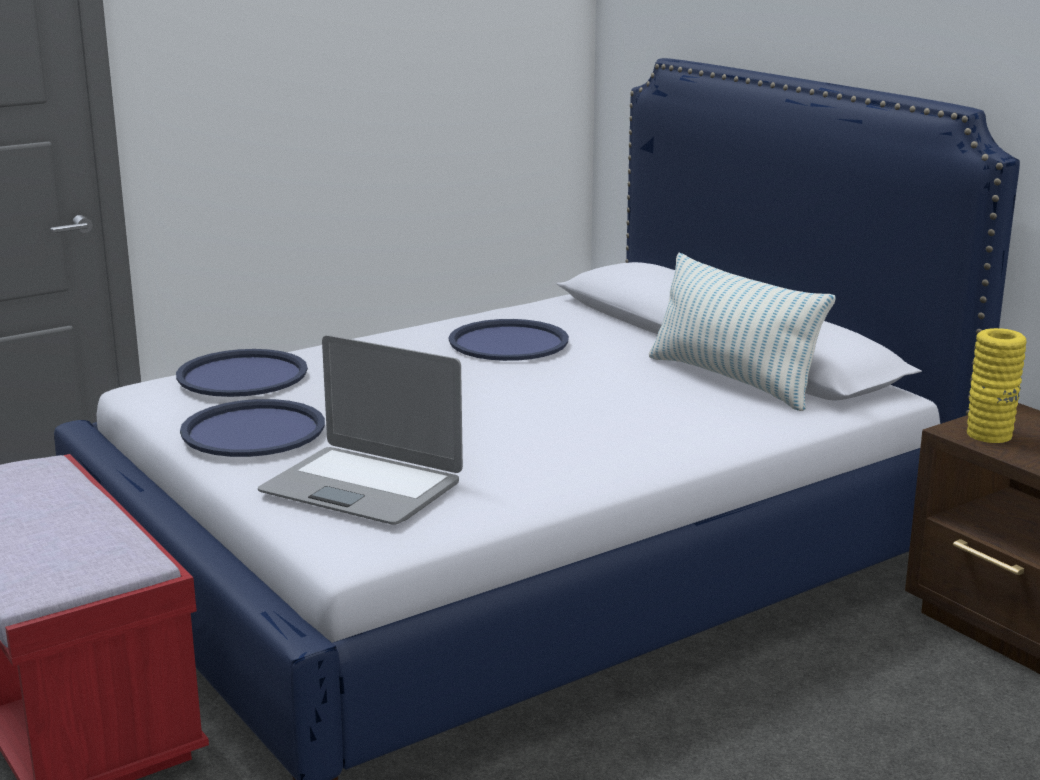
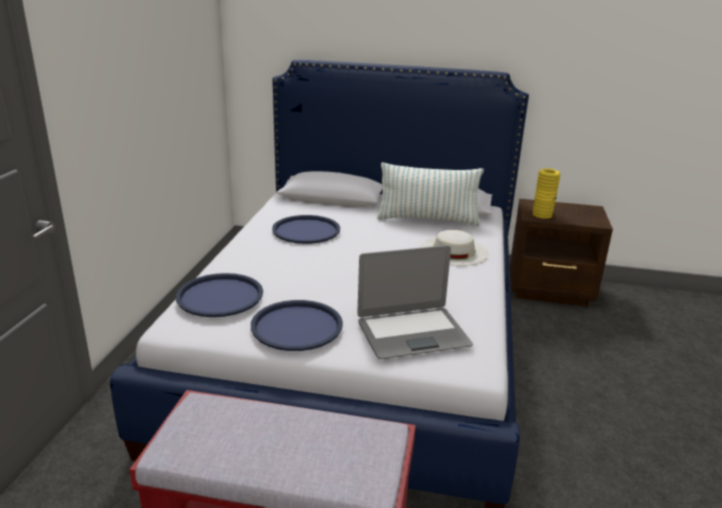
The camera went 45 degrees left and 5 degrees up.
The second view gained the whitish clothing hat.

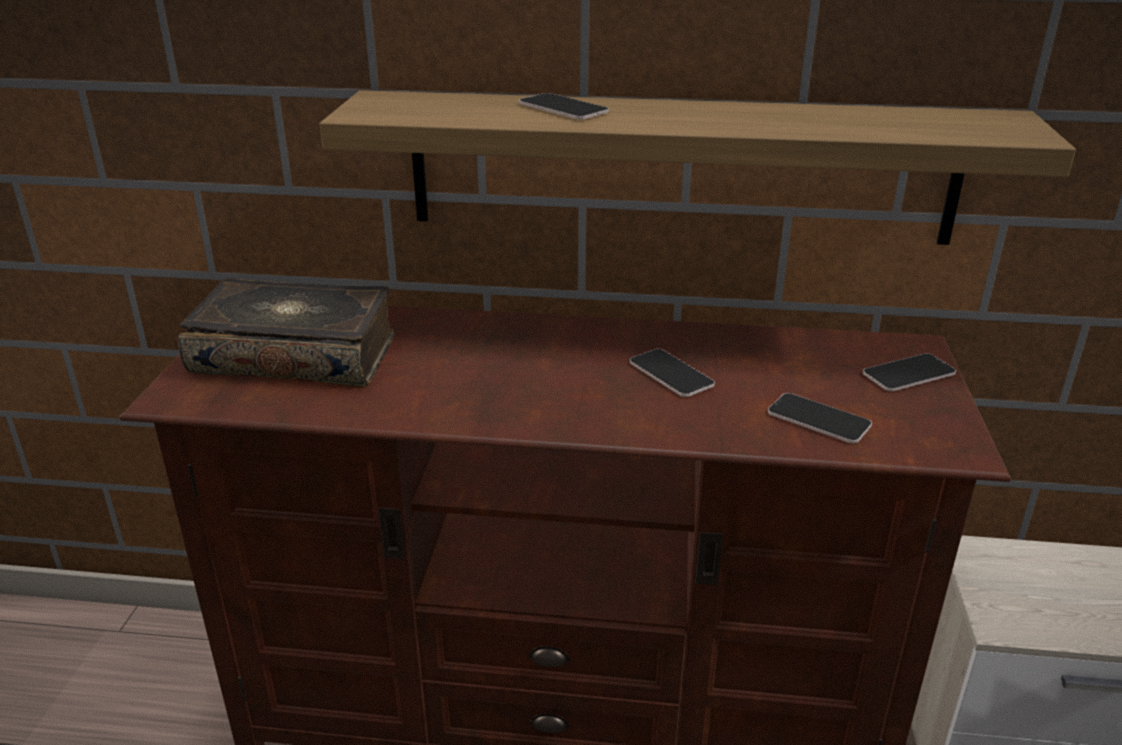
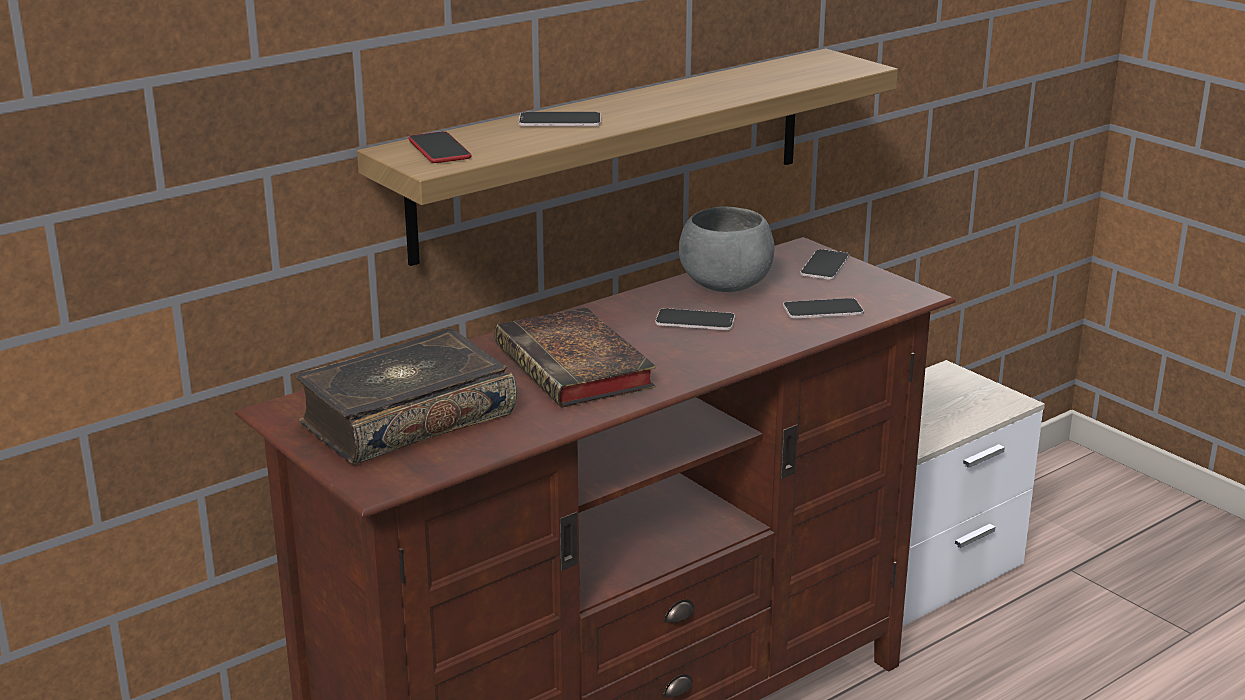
The camera went 45 degrees left and 5 degrees down.
The second view gained the telephone (no. 1 from left).
The second view gained the greyish deep dish.
The second view gained the bound book (no. 2 from left).

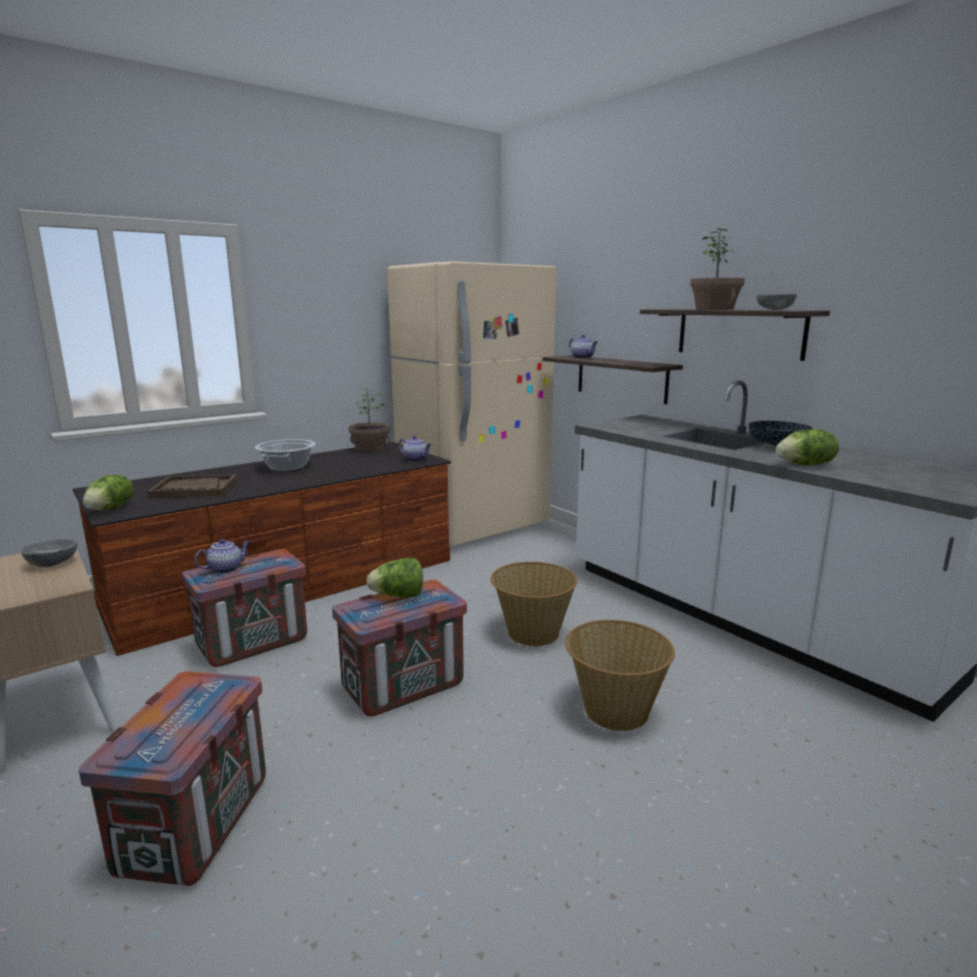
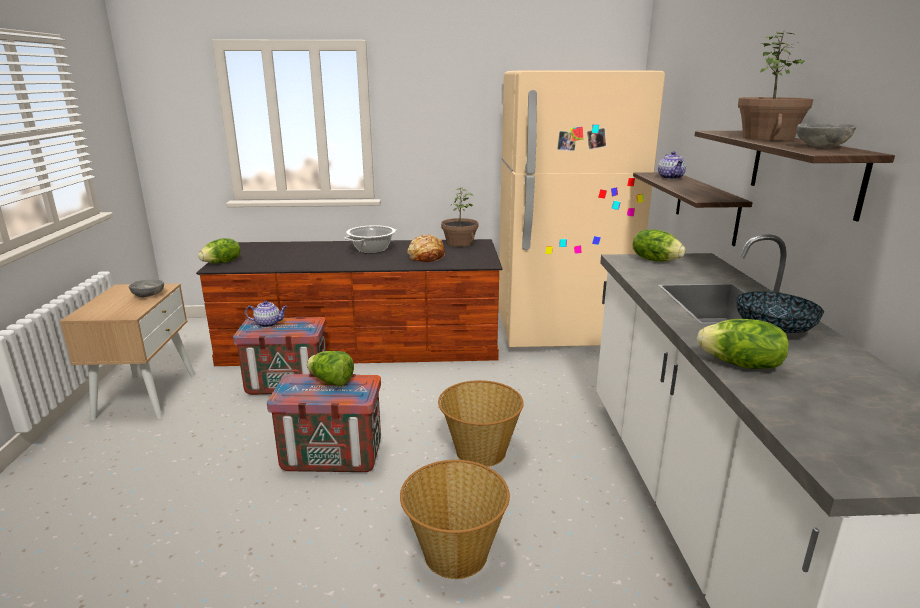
The camera went 35 degrees right and 5 degrees up.
The second view lost the teapot (no. 2 from left).
The second view lost the brown serving tray.
The second view lost the shipping crate (no. 1 from left).
The second view gained the head of lettuce (no. 3 from left).
The second view gained the baked bread.

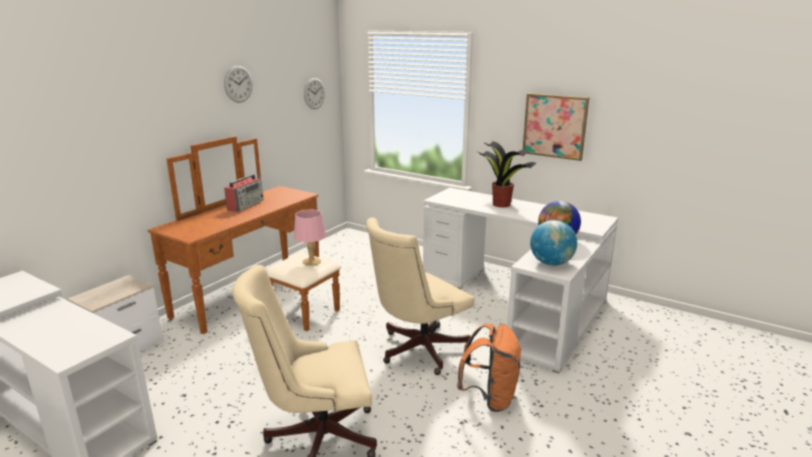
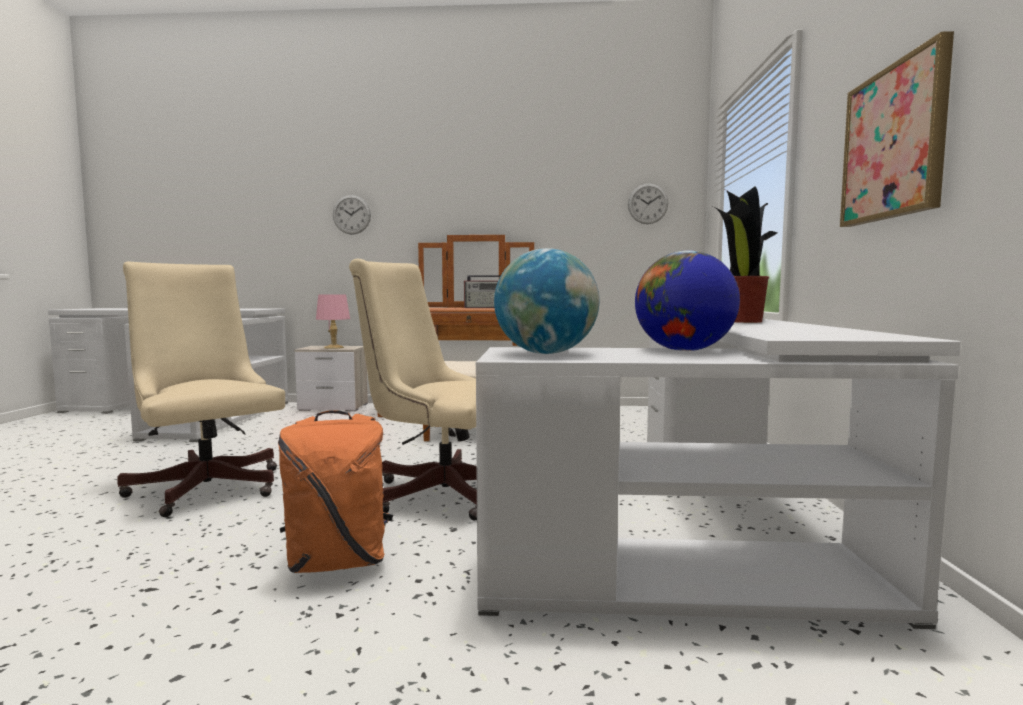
The camera went 60 degrees right and 15 degrees down.
The wall clock (no. 1 from left) ended up elsewhere.
The pink-coloured tabletop lamp ended up elsewhere.

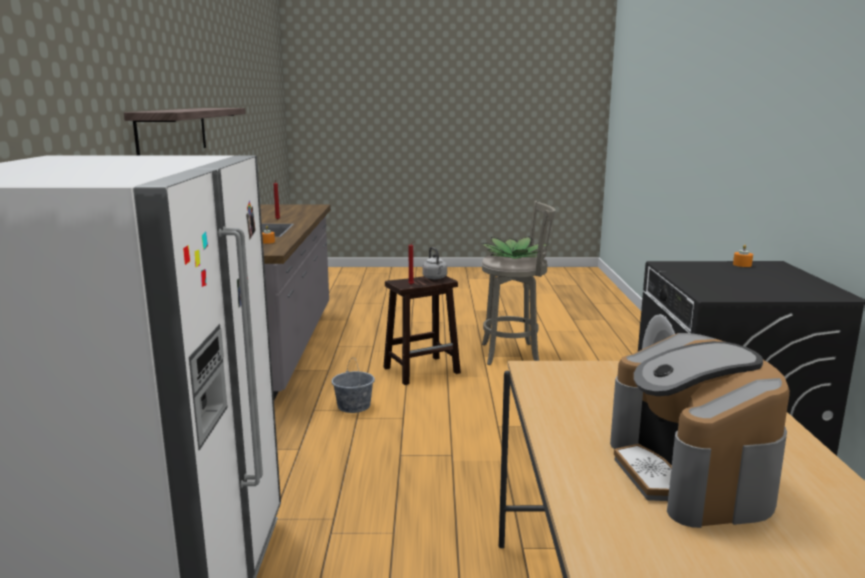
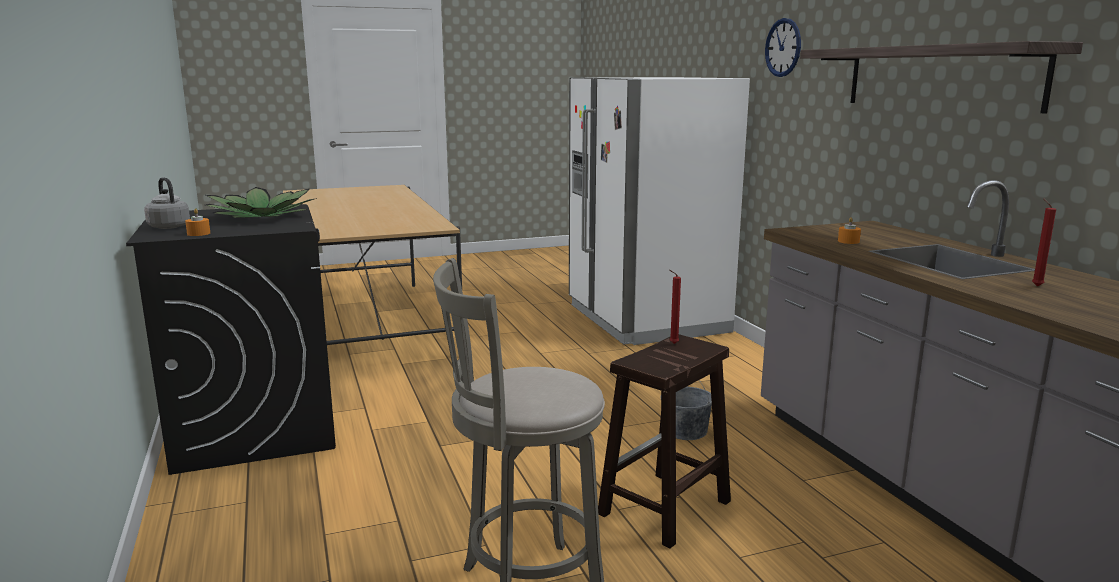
The camera went 160 degrees right and 0 degrees up.
The plant in a pot ended up elsewhere.
The greyish tea kettle ended up elsewhere.
The second view lost the coffee brewer.
The second view gained the wall clock.

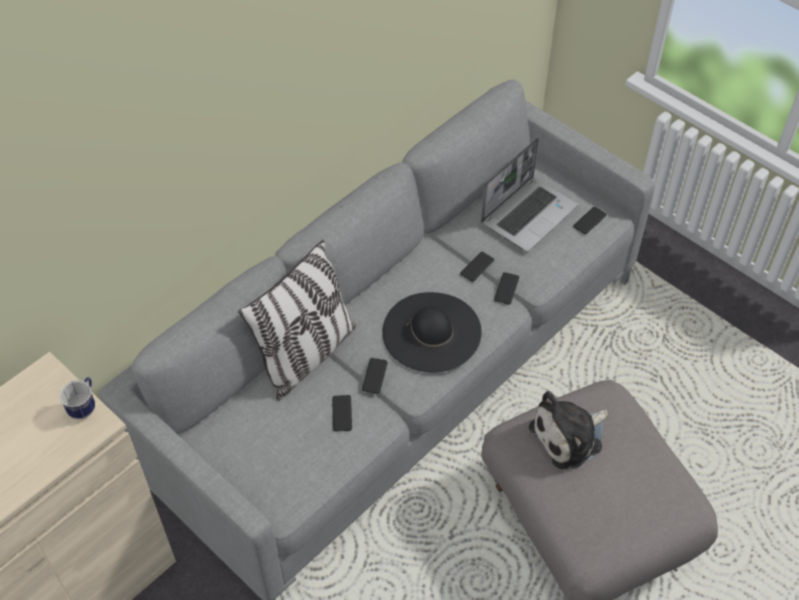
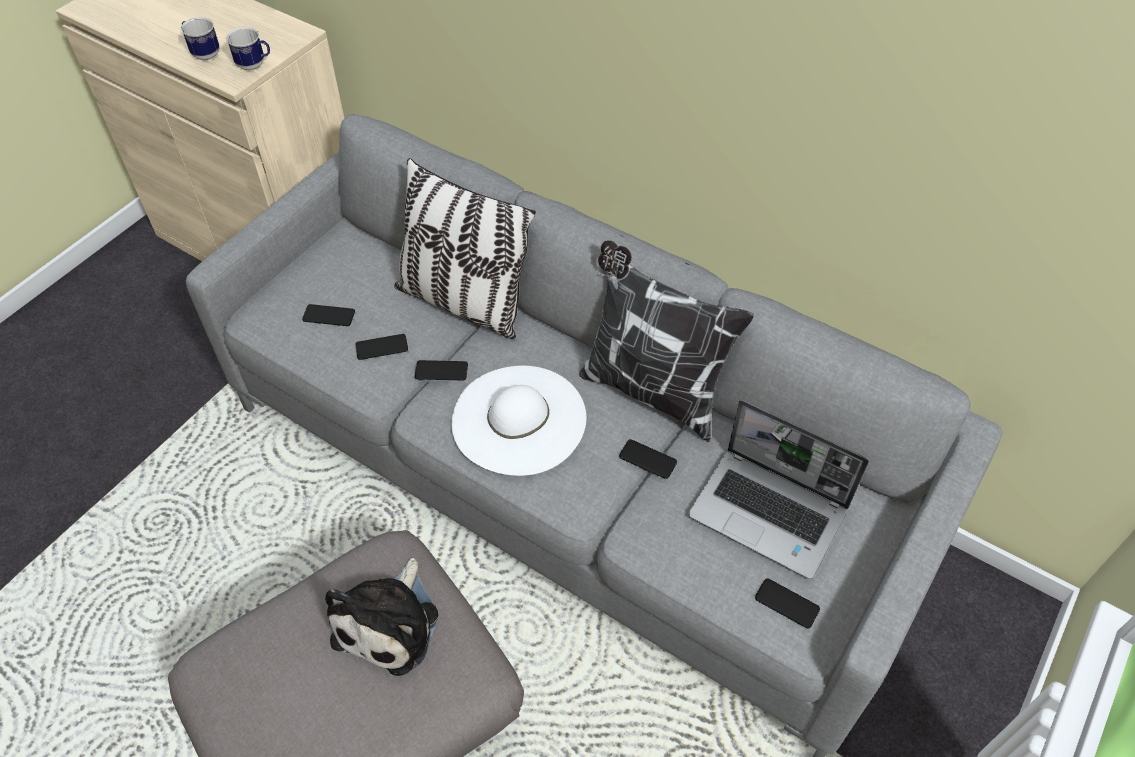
The camera went 80 degrees right and 0 degrees up.
The telephone (no. 4 from left in the first image) ended up elsewhere.
What was the black clothing hat turned into the whitish clothing hat.
The plush toy ended up facing another way, 120 degrees counterclockwise from before.
The second view gained the coffee mug (no. 1 from left).
The second view gained the pillow (no. 2 from left).

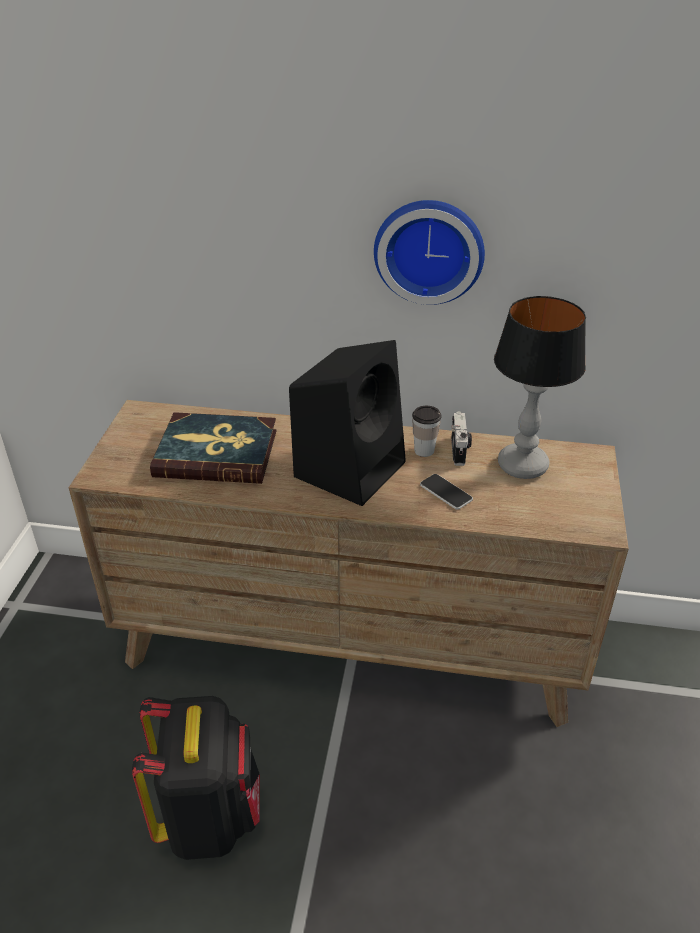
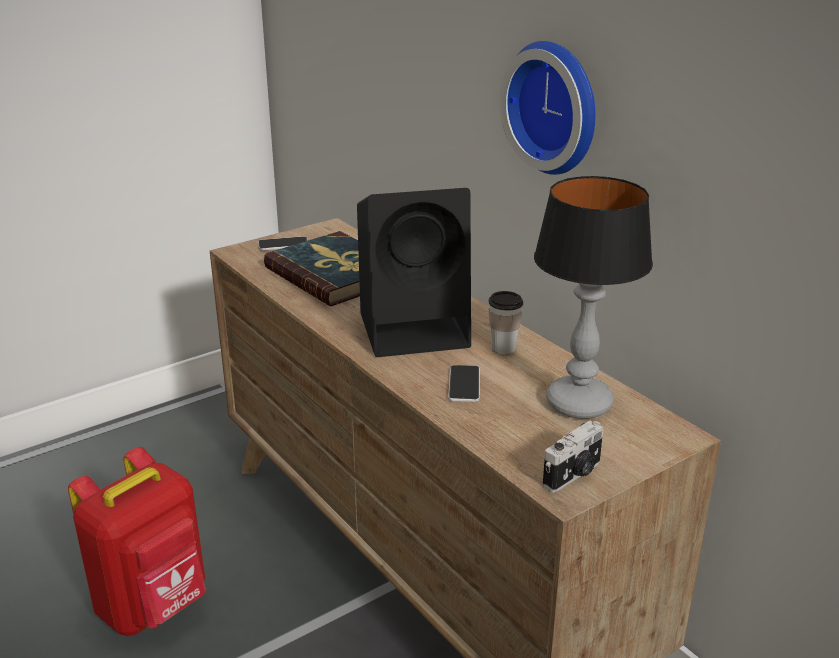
The camera went 45 degrees right and 10 degrees down.
The photo camera ended up elsewhere.
What was the black backpack turned into the red backpack.
The second view gained the telephone (no. 1 from left).

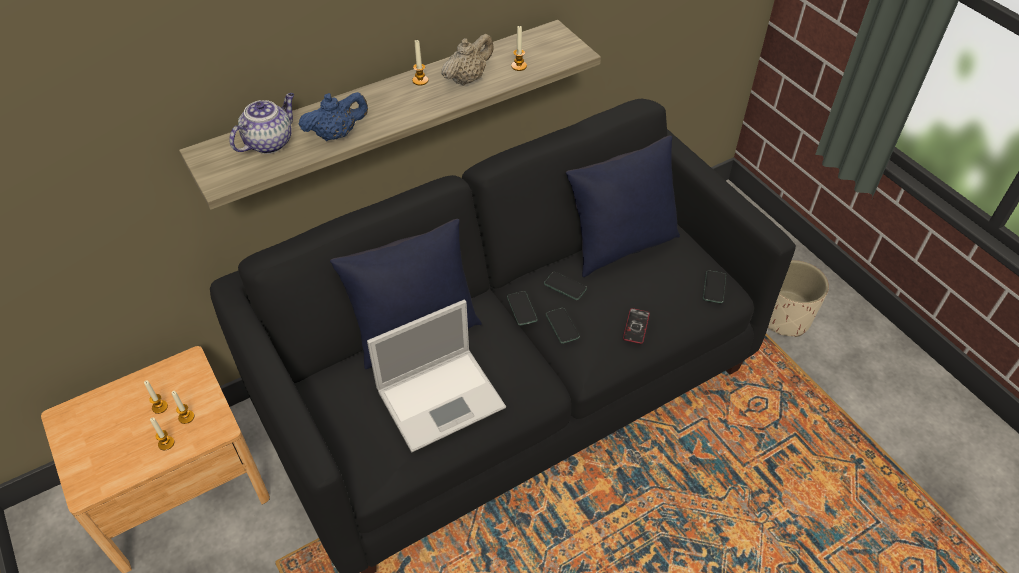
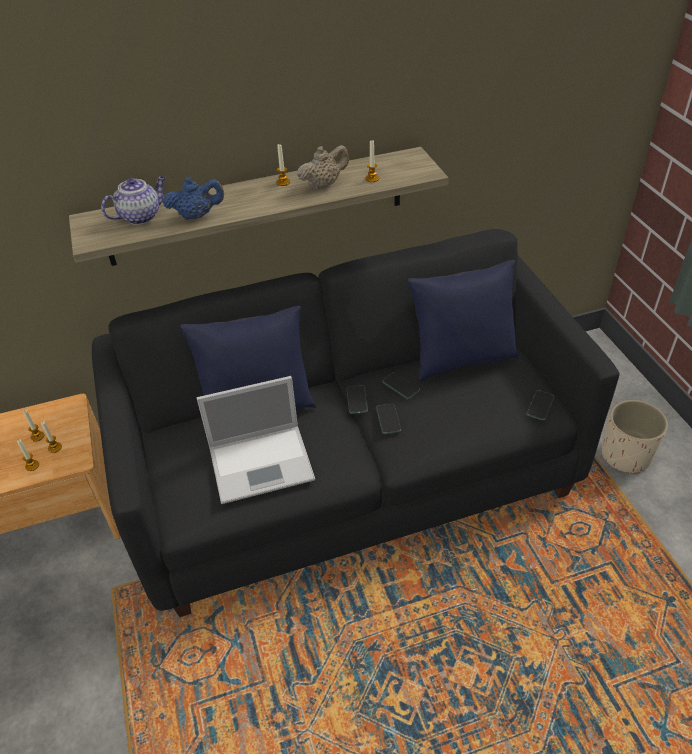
The camera went 15 degrees right and 5 degrees down.
The second view lost the telephone (no. 4 from left).

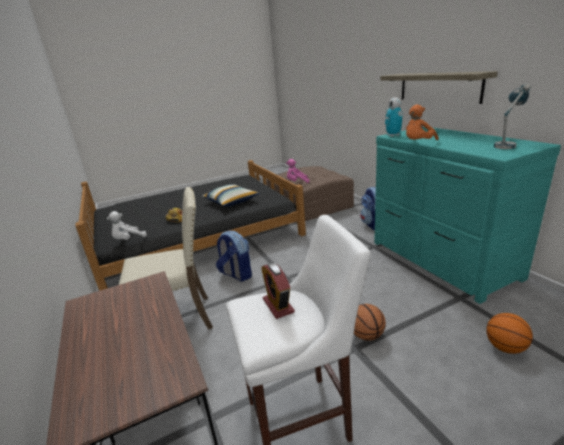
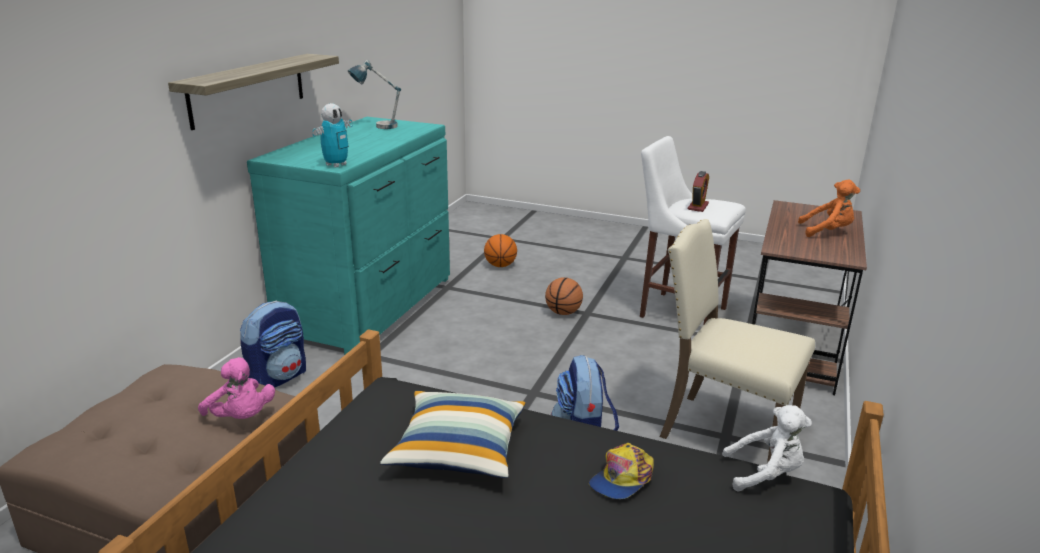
The camera went 135 degrees left and 0 degrees up.
The orange-coloured plush toy ended up elsewhere.

